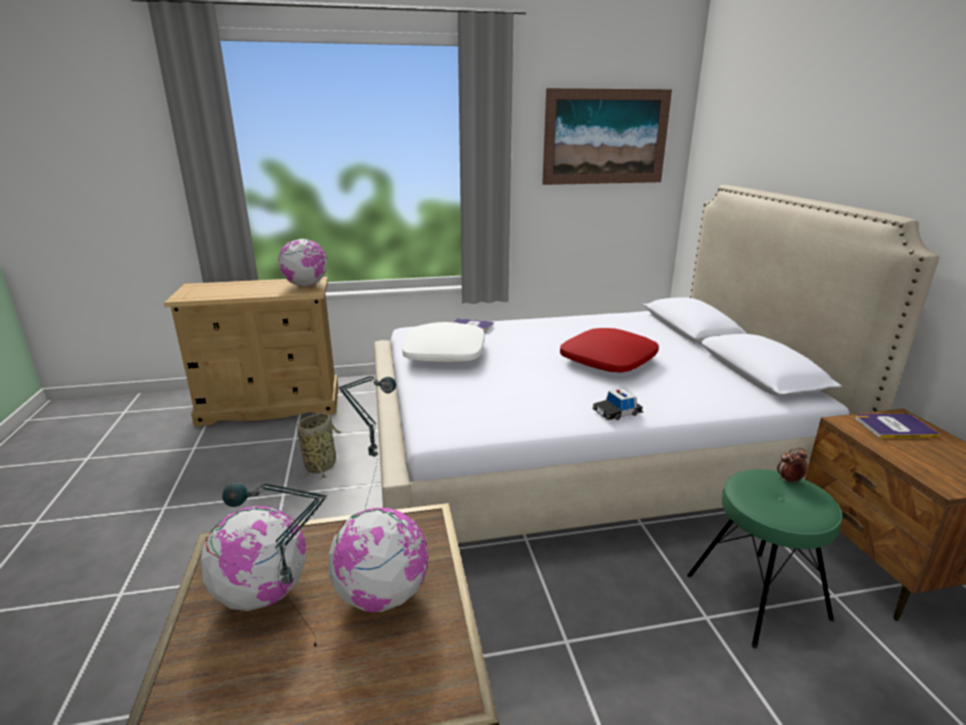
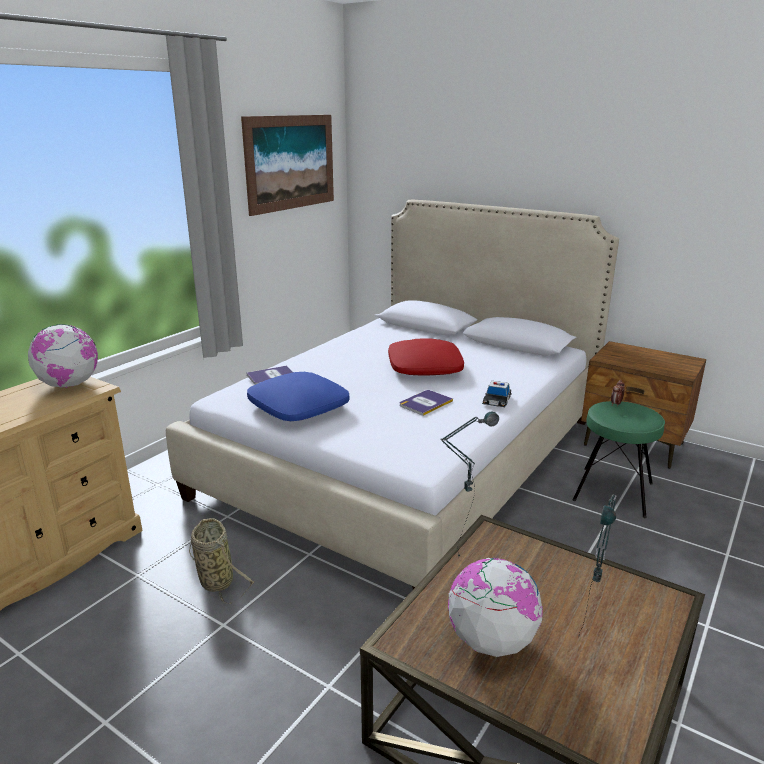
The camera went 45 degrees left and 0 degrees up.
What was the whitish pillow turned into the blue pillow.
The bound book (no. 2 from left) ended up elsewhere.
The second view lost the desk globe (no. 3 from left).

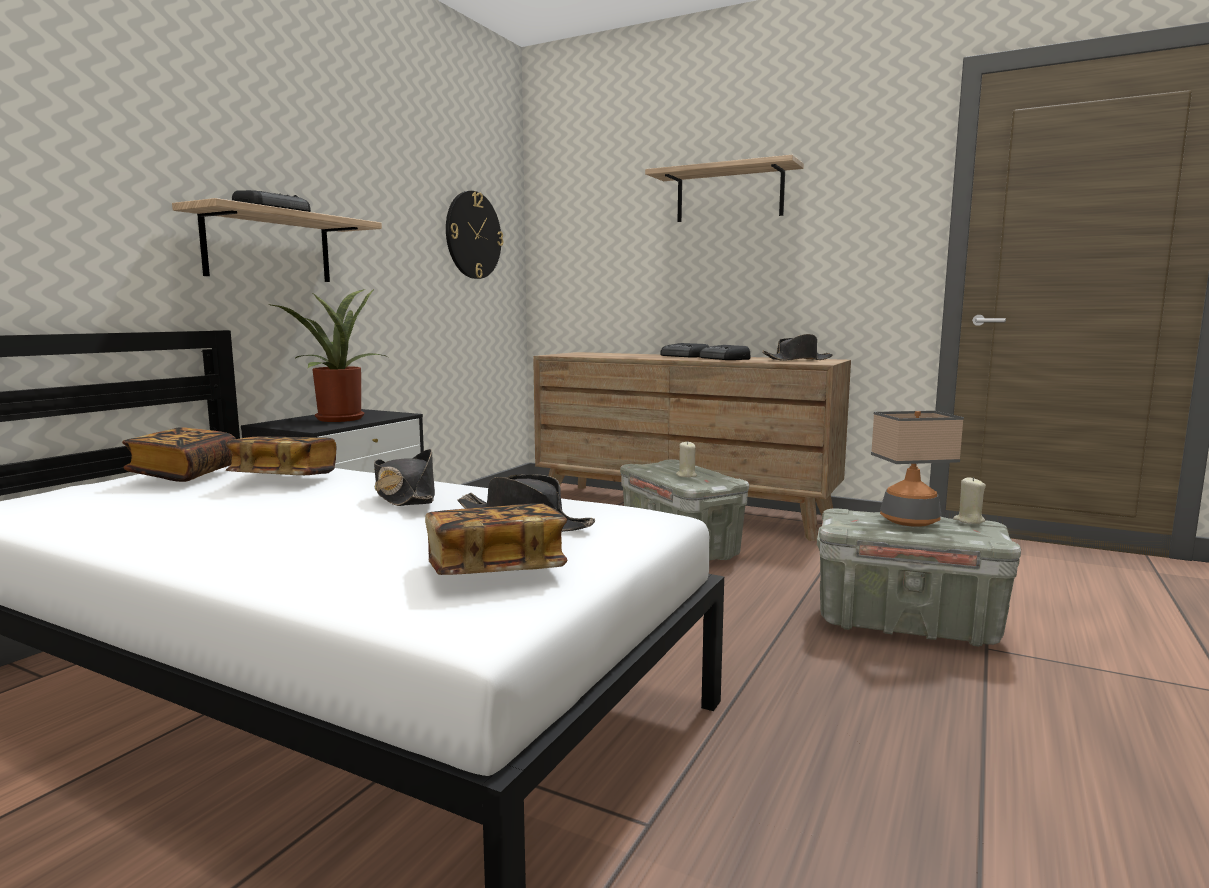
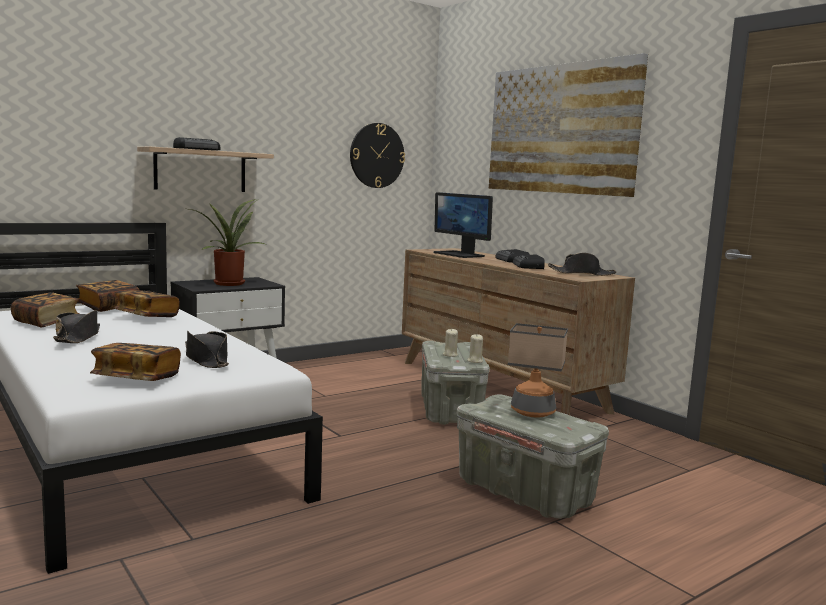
The camera went 25 degrees right and 0 degrees up.
Where the bracket shelf (no. 2 from left) hung, the wall art came to hang.
The black clothing hat (no. 1 from left) ended up elsewhere.
The beige wax candle (no. 2 from left) ended up elsewhere.
The second view gained the monitor.
The second view gained the bound book (no. 1 from left).

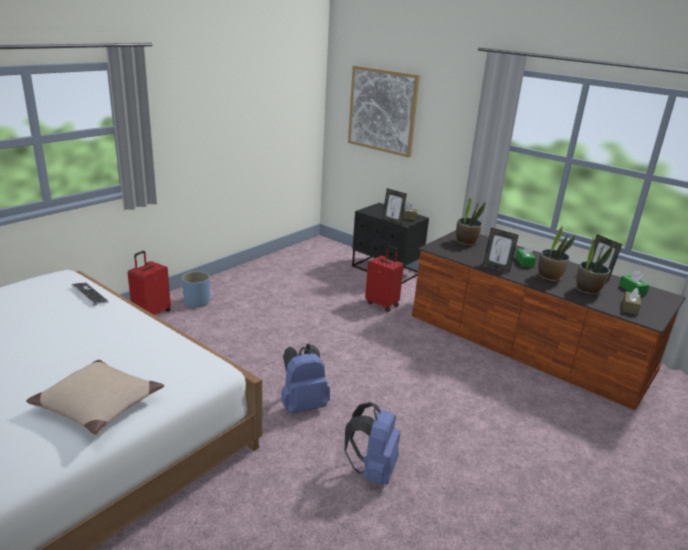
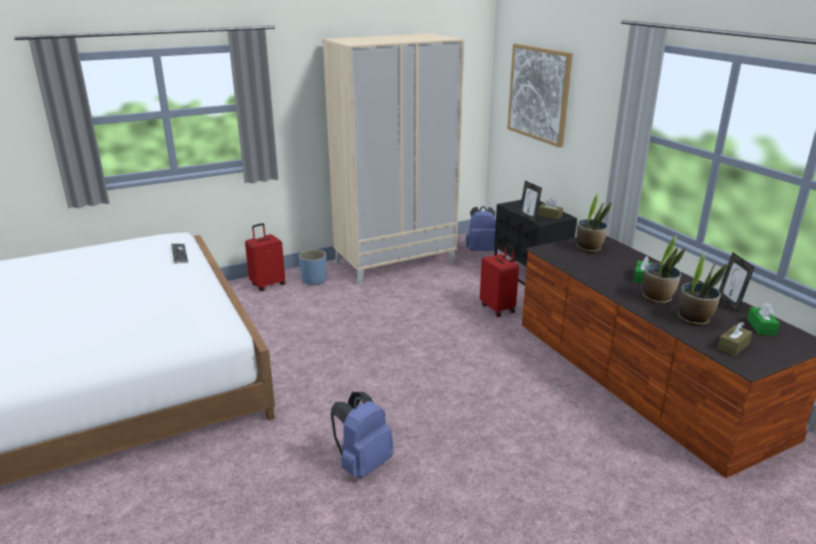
The camera went 25 degrees right and 0 degrees up.
The second view lost the picture frame (no. 2 from left).
The blue backpack (no. 1 from left in the first image) ended up elsewhere.
The second view lost the beige pillow.
The second view gained the beige armoire.

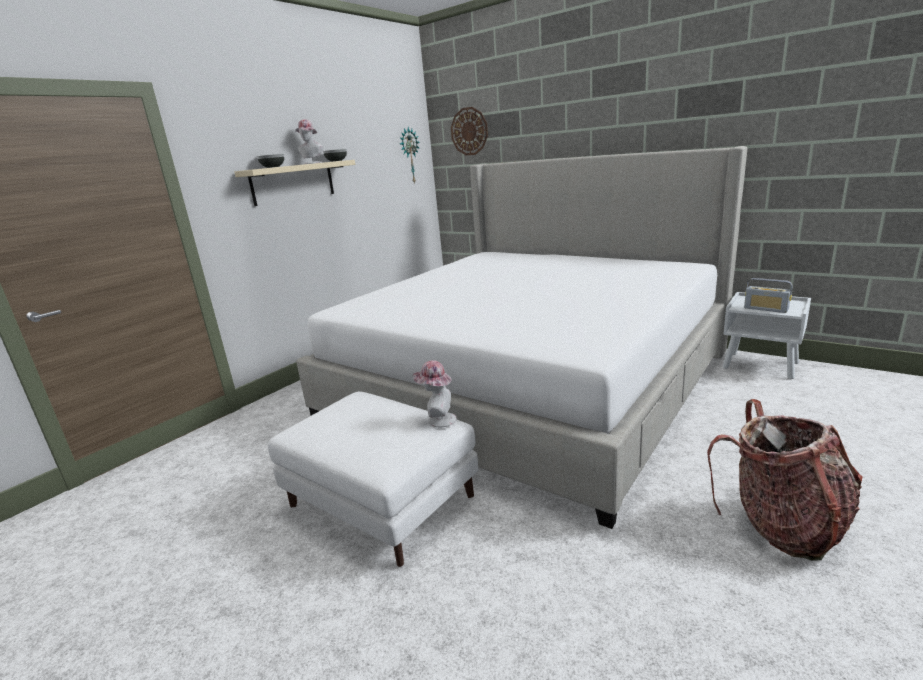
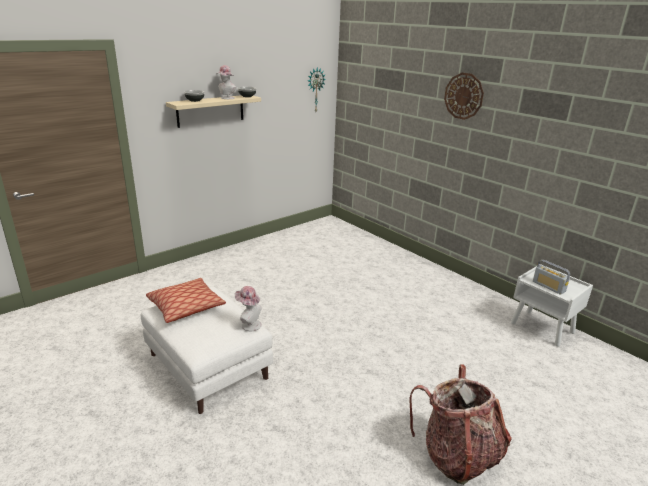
The camera went 10 degrees right and 5 degrees up.
The wall clock (no. 2 from left) ended up elsewhere.
The second view lost the sleeping bed.
The second view gained the pillow.

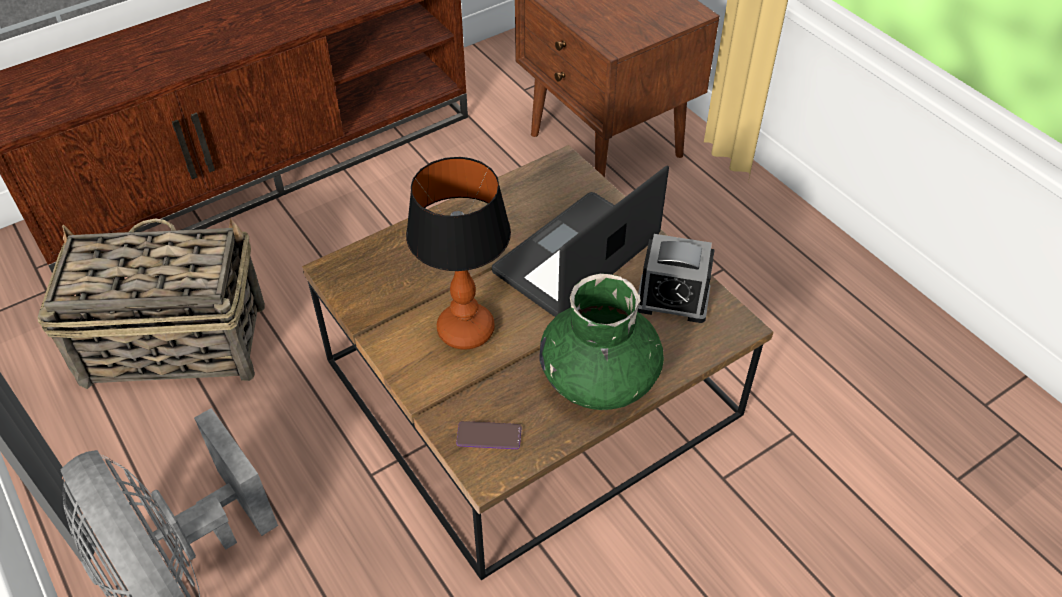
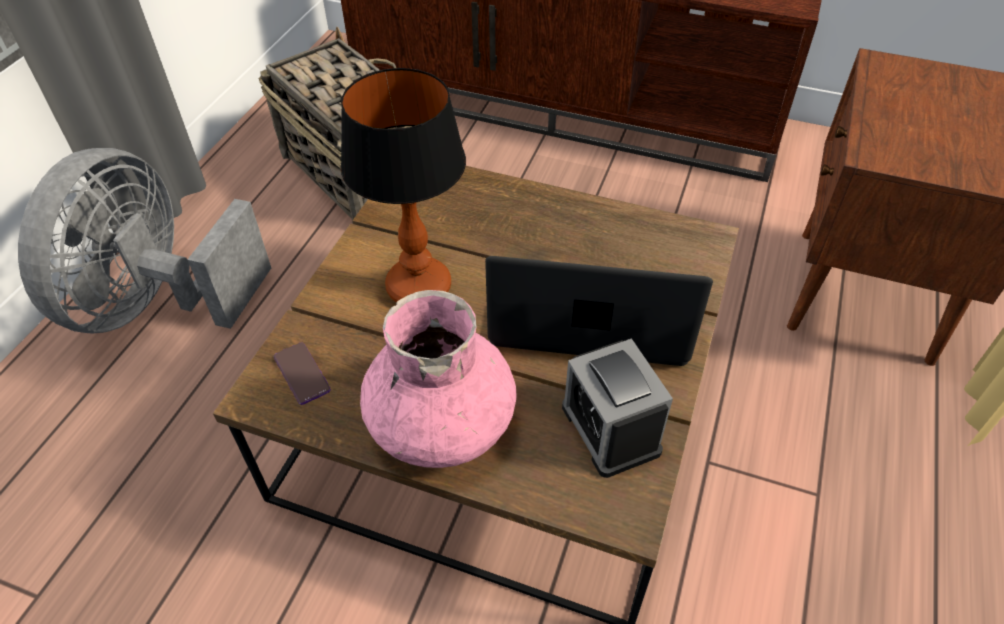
The camera went 55 degrees right and 0 degrees up.
What was the green vase turned into the pink-coloured vase.

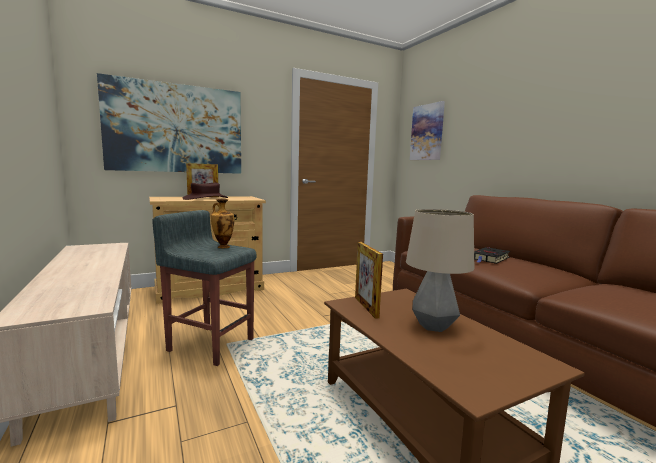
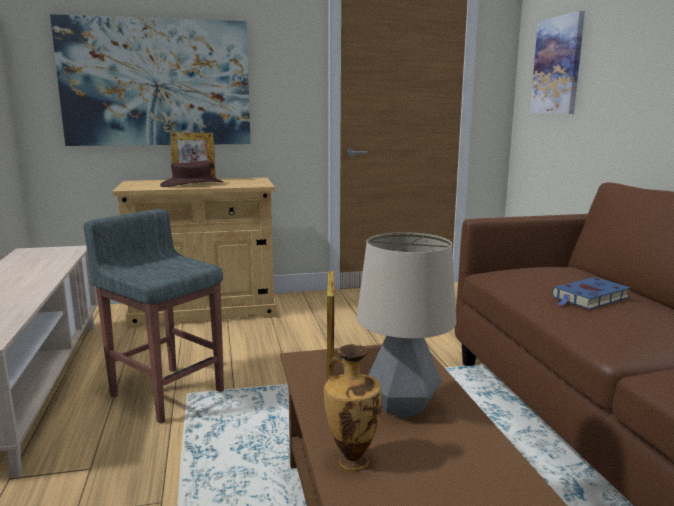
The camera went 15 degrees right and 5 degrees up.
The vase ended up elsewhere.
What was the black bound book turned into the blue bound book.

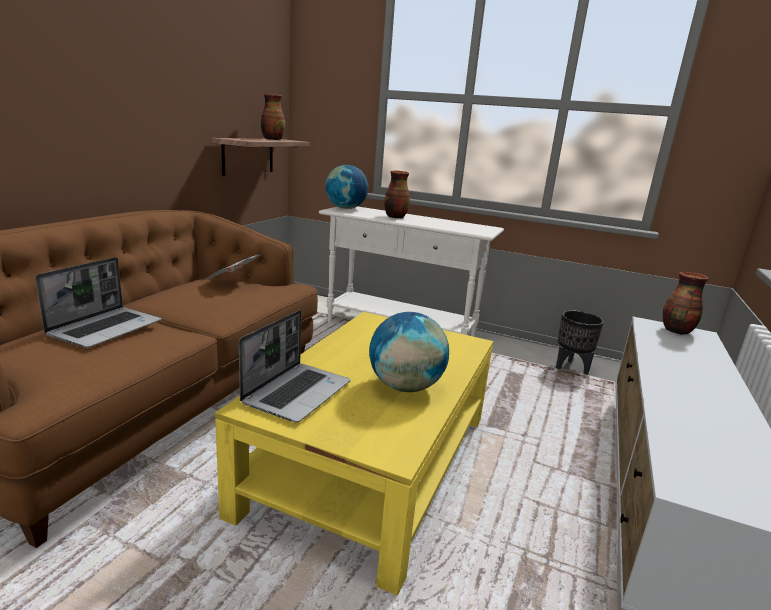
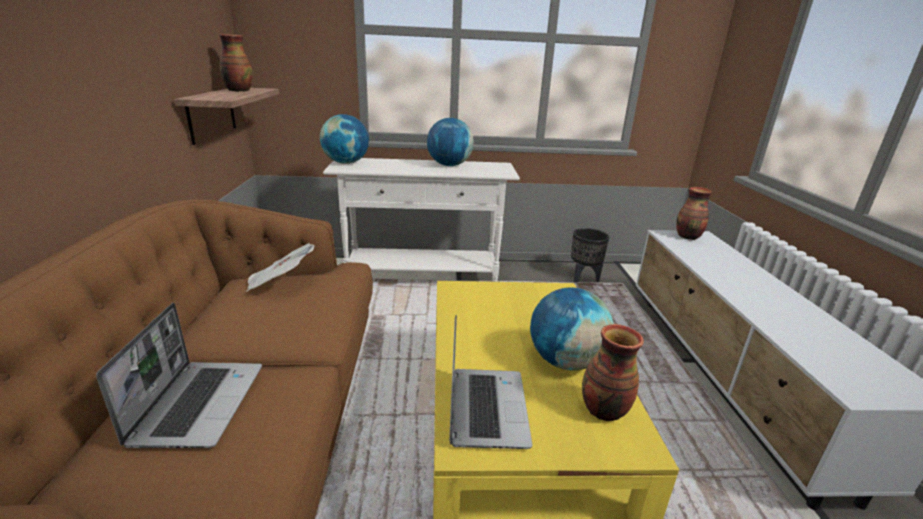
The camera went 25 degrees left and 5 degrees up.
The vase (no. 2 from left) ended up elsewhere.
The second view gained the desk globe (no. 2 from left).

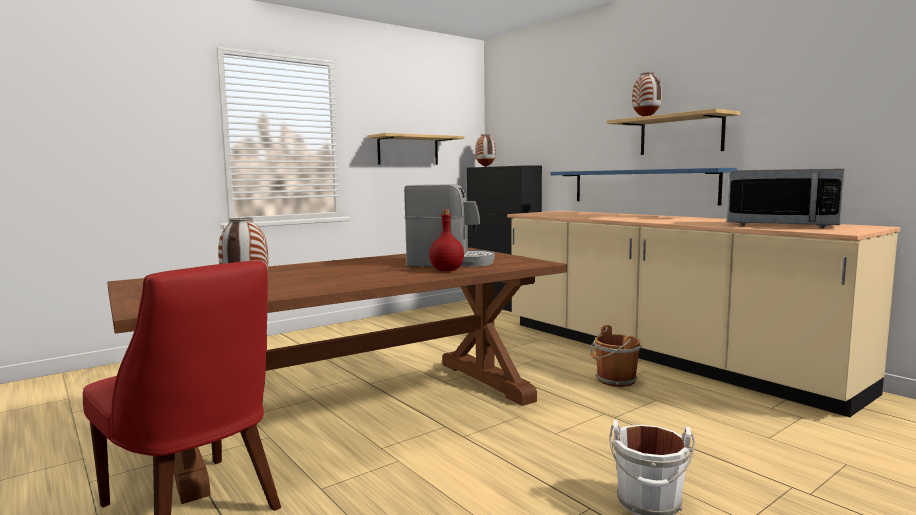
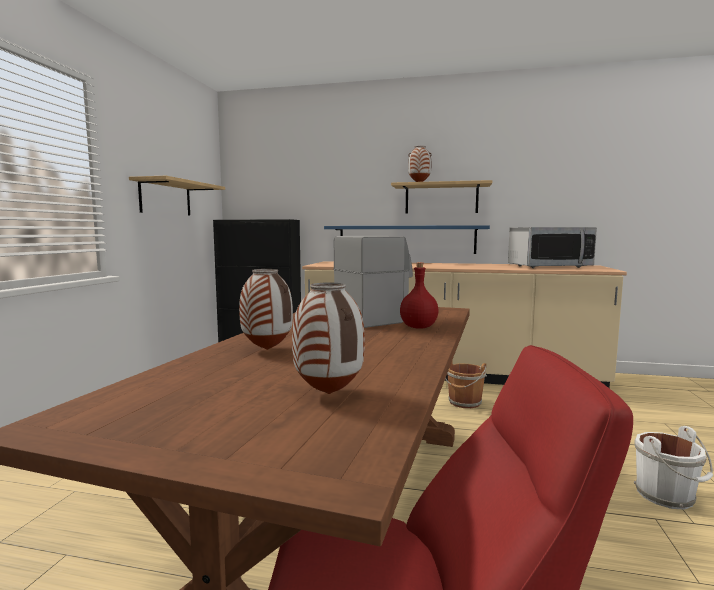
The camera went 40 degrees left and 0 degrees up.
The vase (no. 2 from left in the first image) ended up elsewhere.

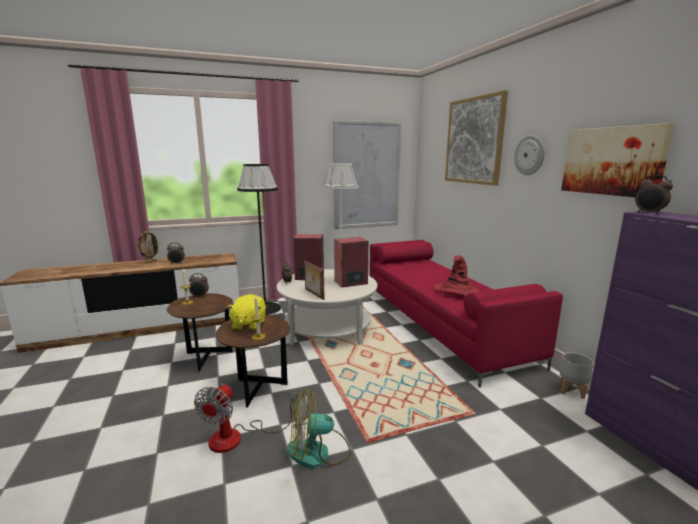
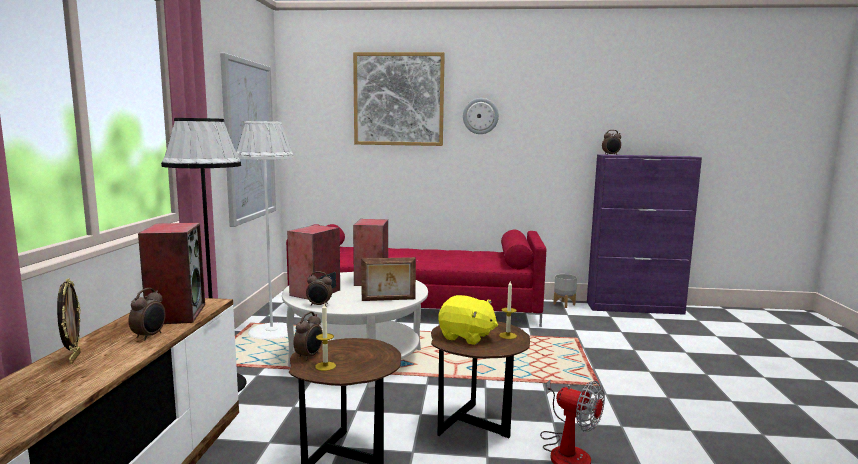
The camera went 65 degrees left and 5 degrees down.
The second view lost the wall art (no. 3 from left).
The second view lost the red clothing hat.
The second view lost the cooling fan (no. 2 from left).
The second view gained the speaker (no. 1 from left).

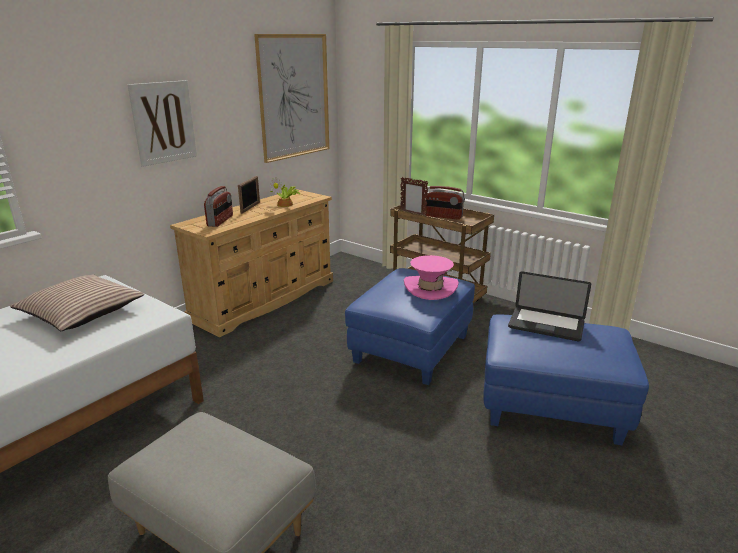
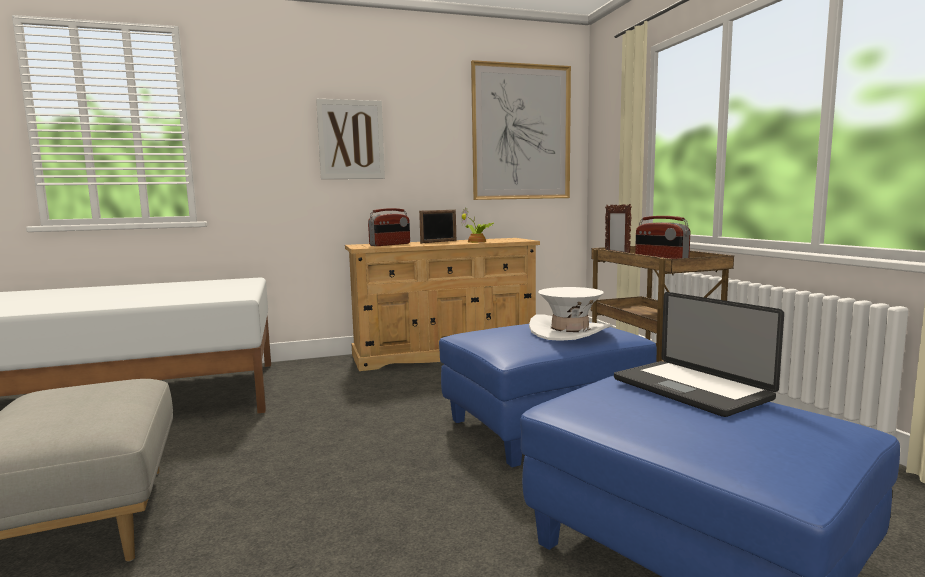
The camera went 35 degrees right and 15 degrees down.
What was the pink-coloured clothing hat turned into the whitish clothing hat.
The second view lost the pillow.

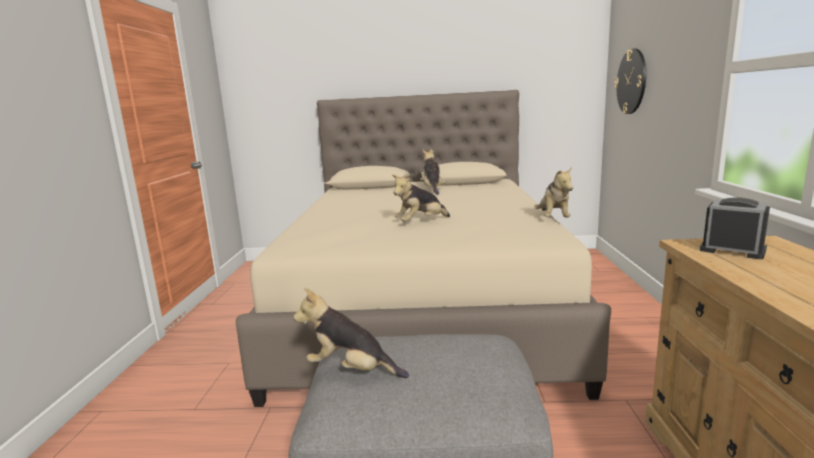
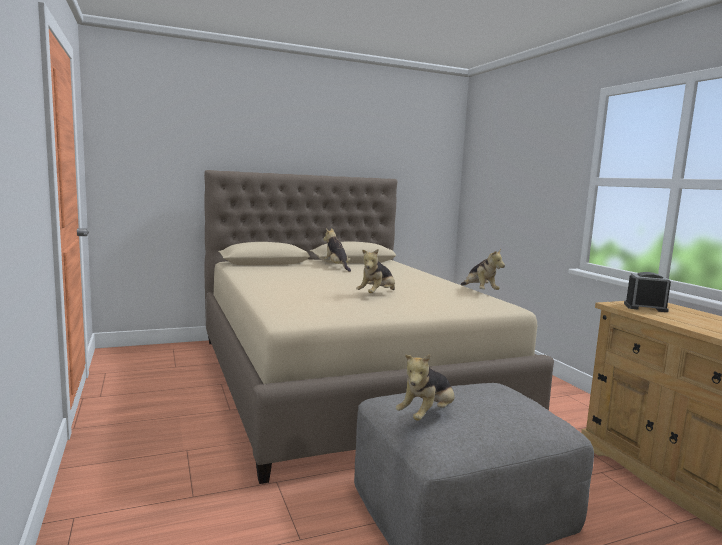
The camera went 25 degrees left and 5 degrees down.
The second view lost the wall clock.
The plush toy (no. 1 from left in the first image) ended up facing another way, 45 degrees counterclockwise from before.

